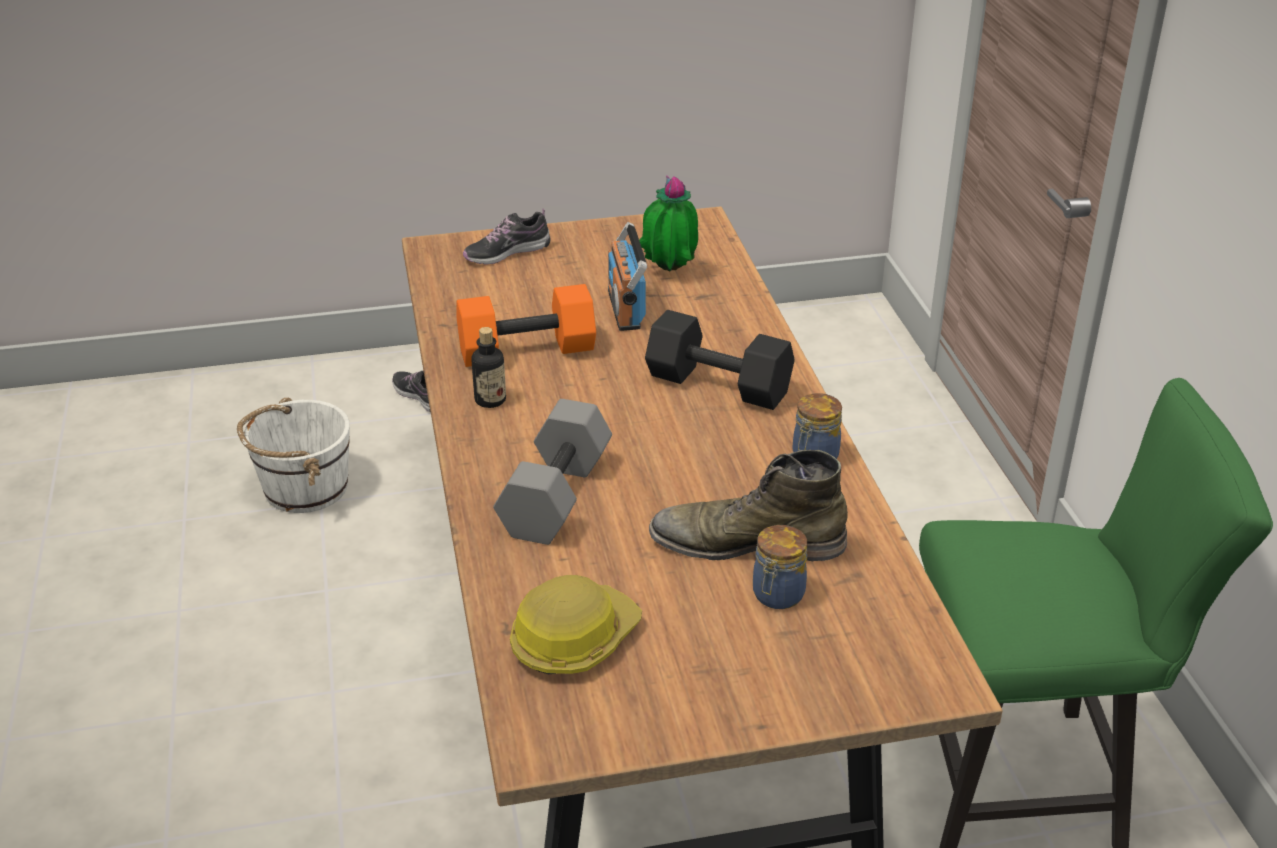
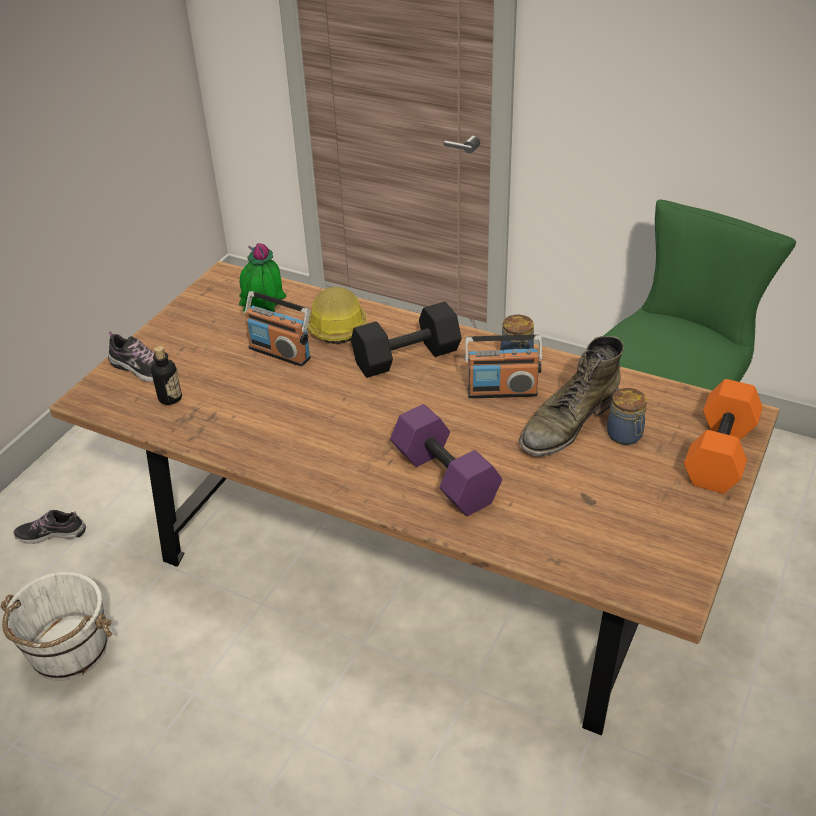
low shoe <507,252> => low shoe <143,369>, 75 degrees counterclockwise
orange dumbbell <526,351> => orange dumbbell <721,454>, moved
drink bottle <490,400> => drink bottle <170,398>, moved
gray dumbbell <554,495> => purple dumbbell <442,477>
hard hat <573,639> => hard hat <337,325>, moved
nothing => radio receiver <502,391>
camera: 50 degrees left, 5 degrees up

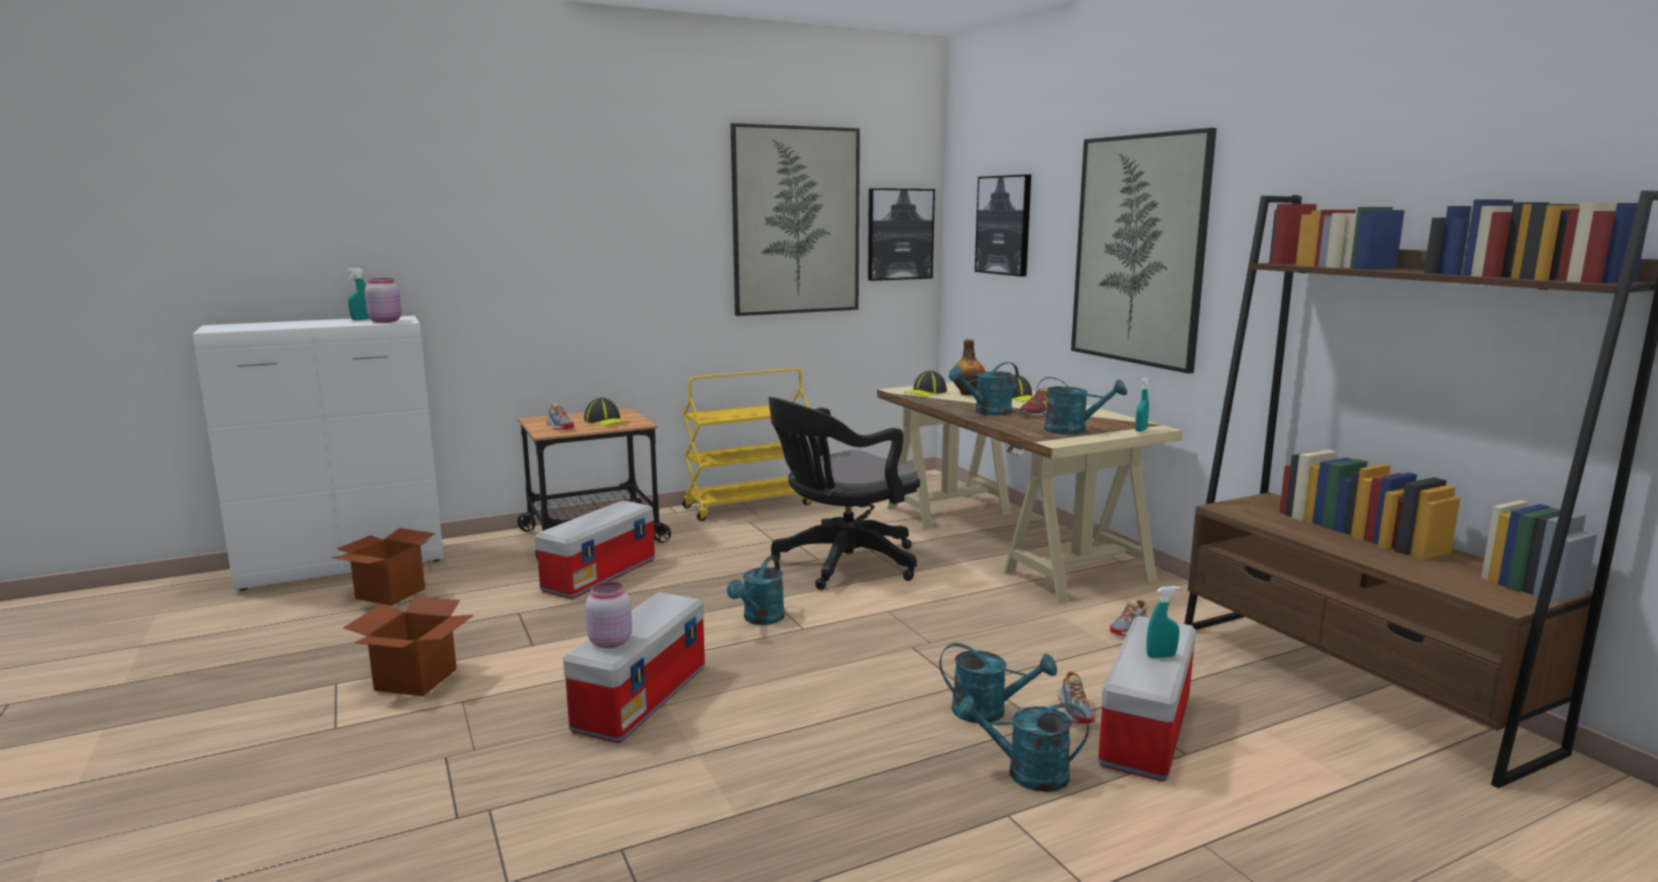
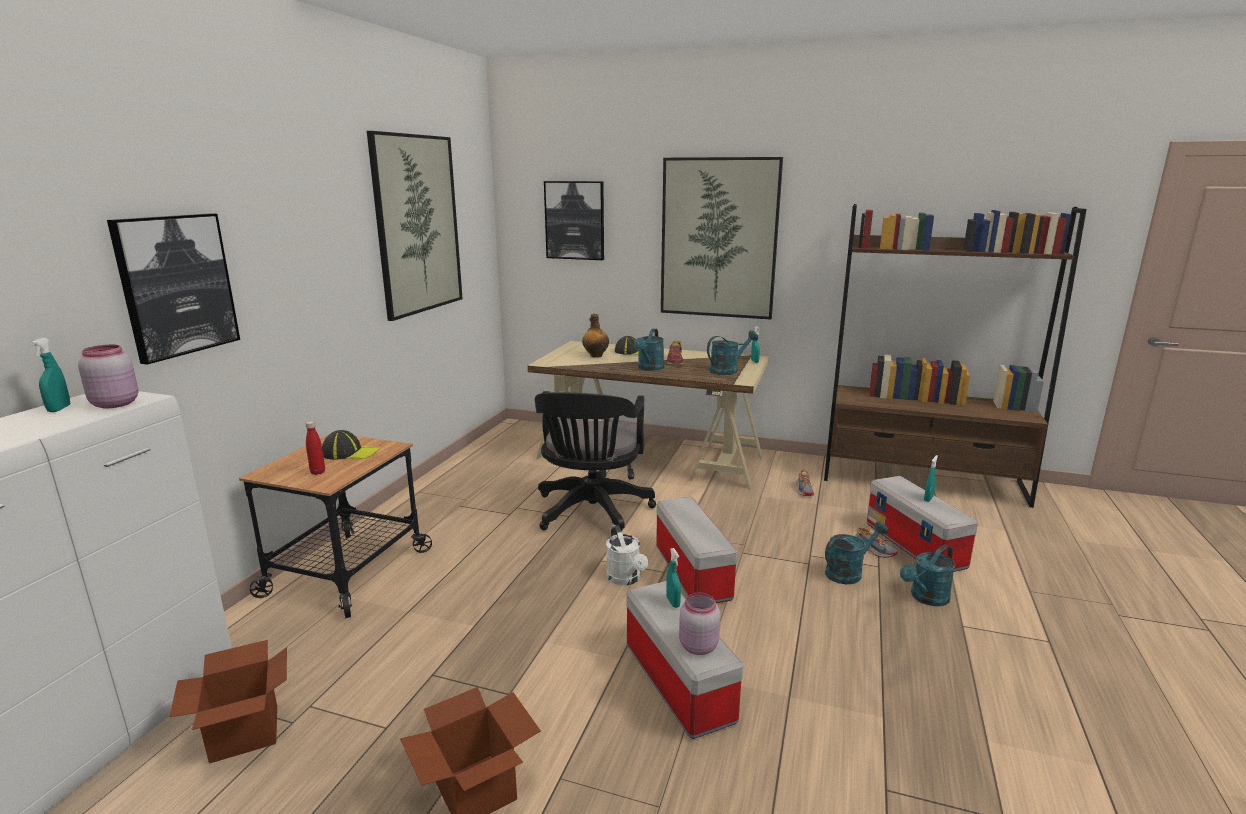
wall art <899,234> => wall art <176,285>, moved
yellow-coloured cart <748,505> => nothing
peaked cap <925,392> => nothing
low shoe <560,426> => reddish drink bottle <318,472>
storage box <600,574> => storage box <691,572>, moved
turquoise-coloured watering pot <760,619> => white-coloured watering pot <626,579>
nothing => turquoise-coloured sprayer <673,602>
camera: 45 degrees left, 5 degrees up

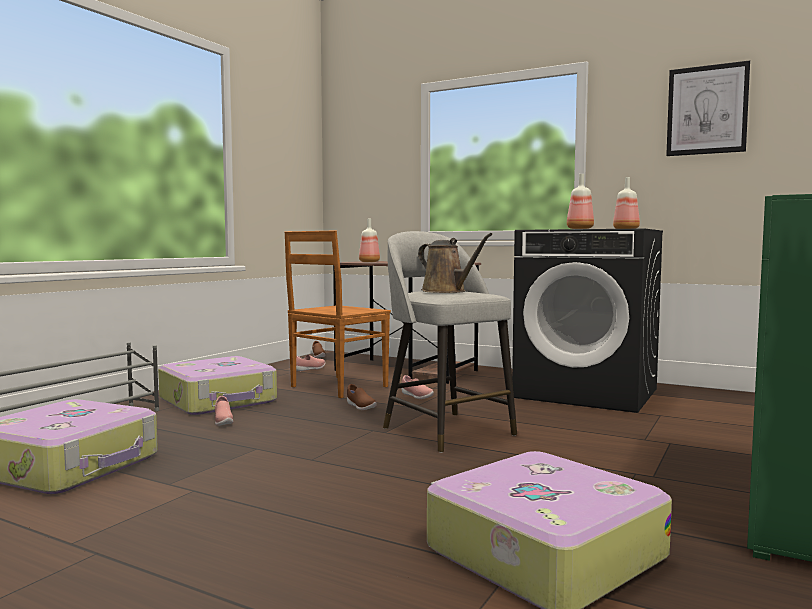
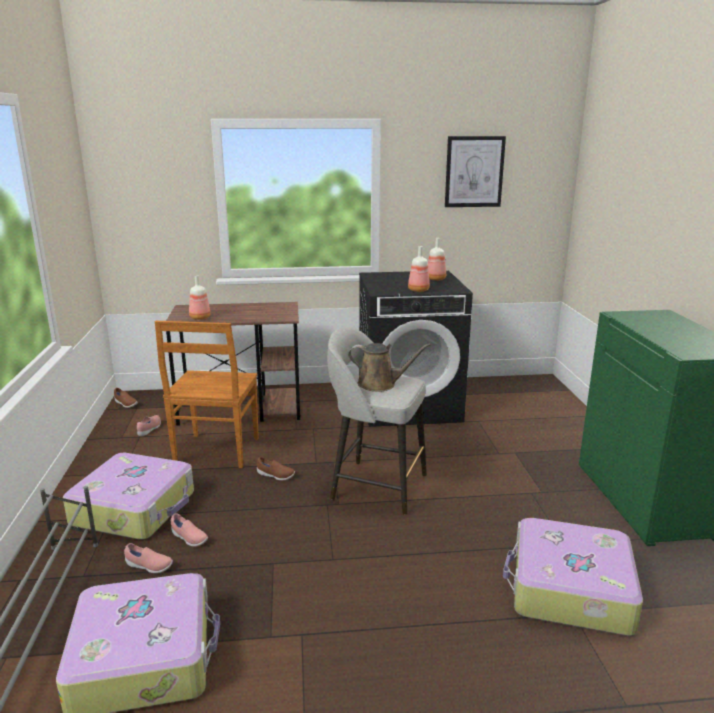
pink low shoe <416,396> => pink low shoe <149,566>, moved
camera: 35 degrees left, 15 degrees up

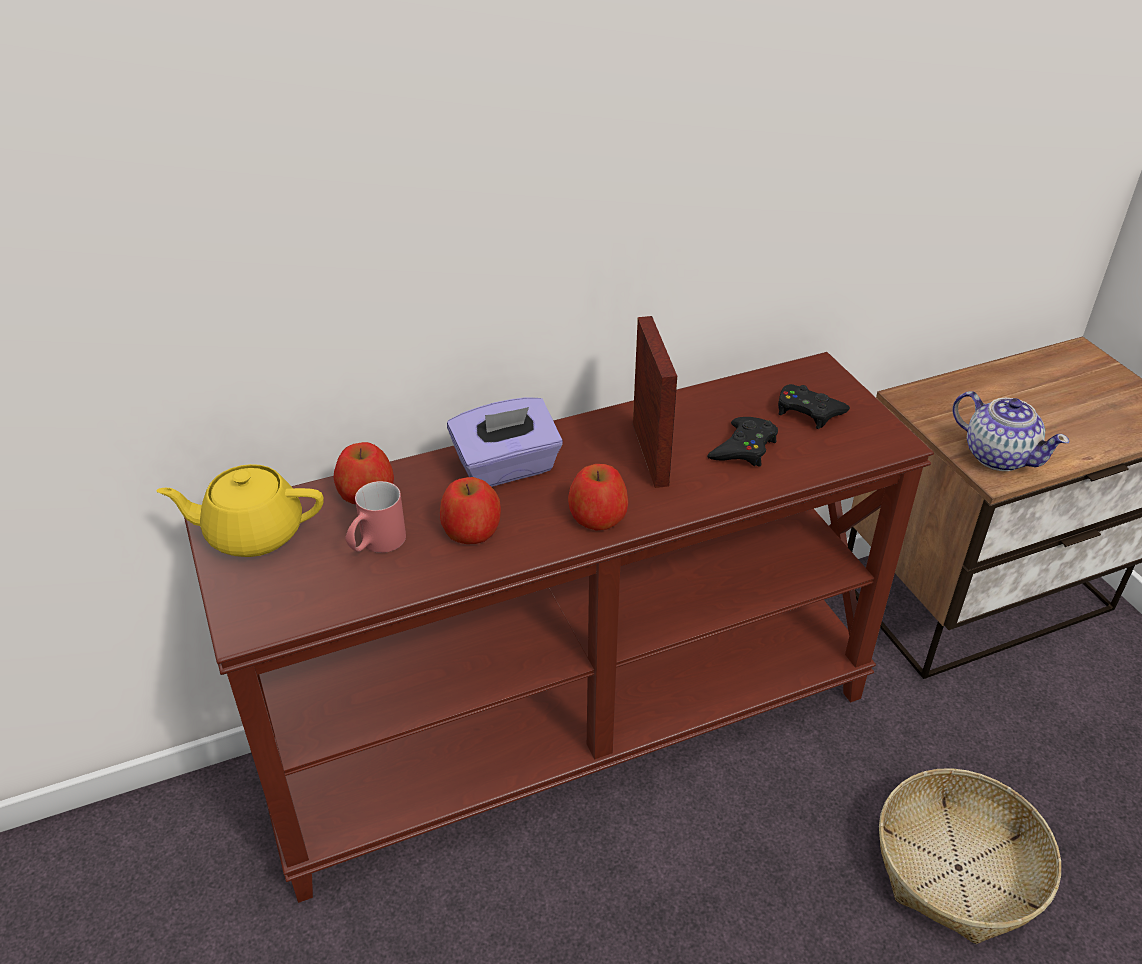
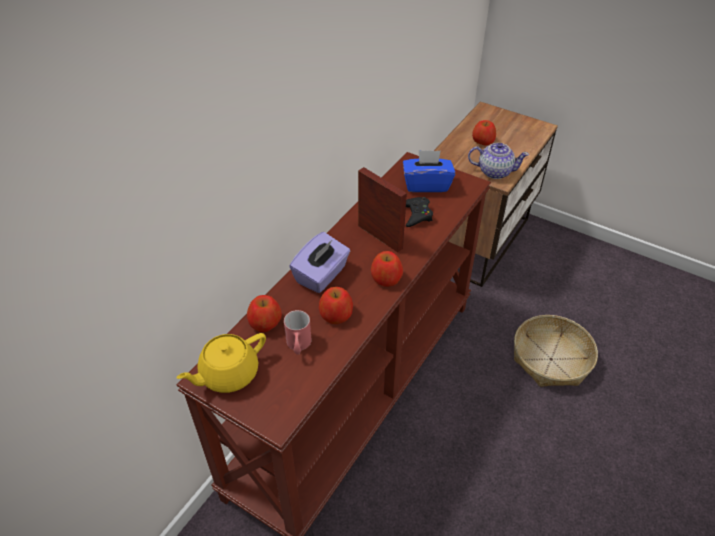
blackish gamepad <808,411> => blue-coloured box of tissues <426,184>
nothing => apple fruit <483,141>
camera: 35 degrees left, 5 degrees up

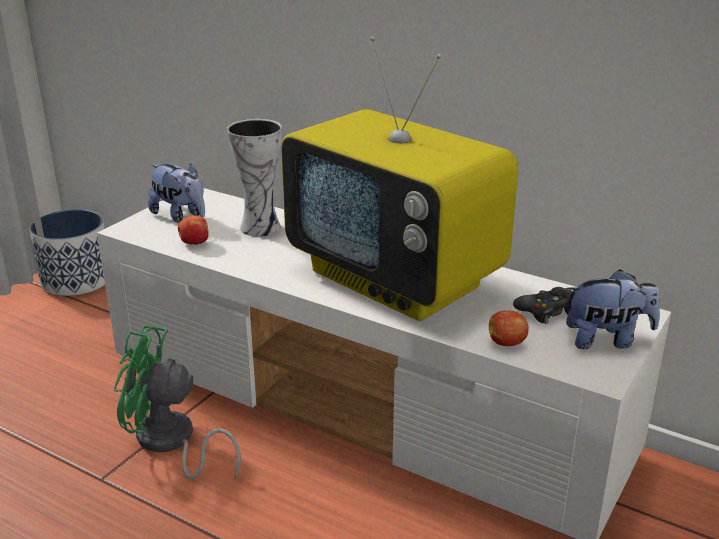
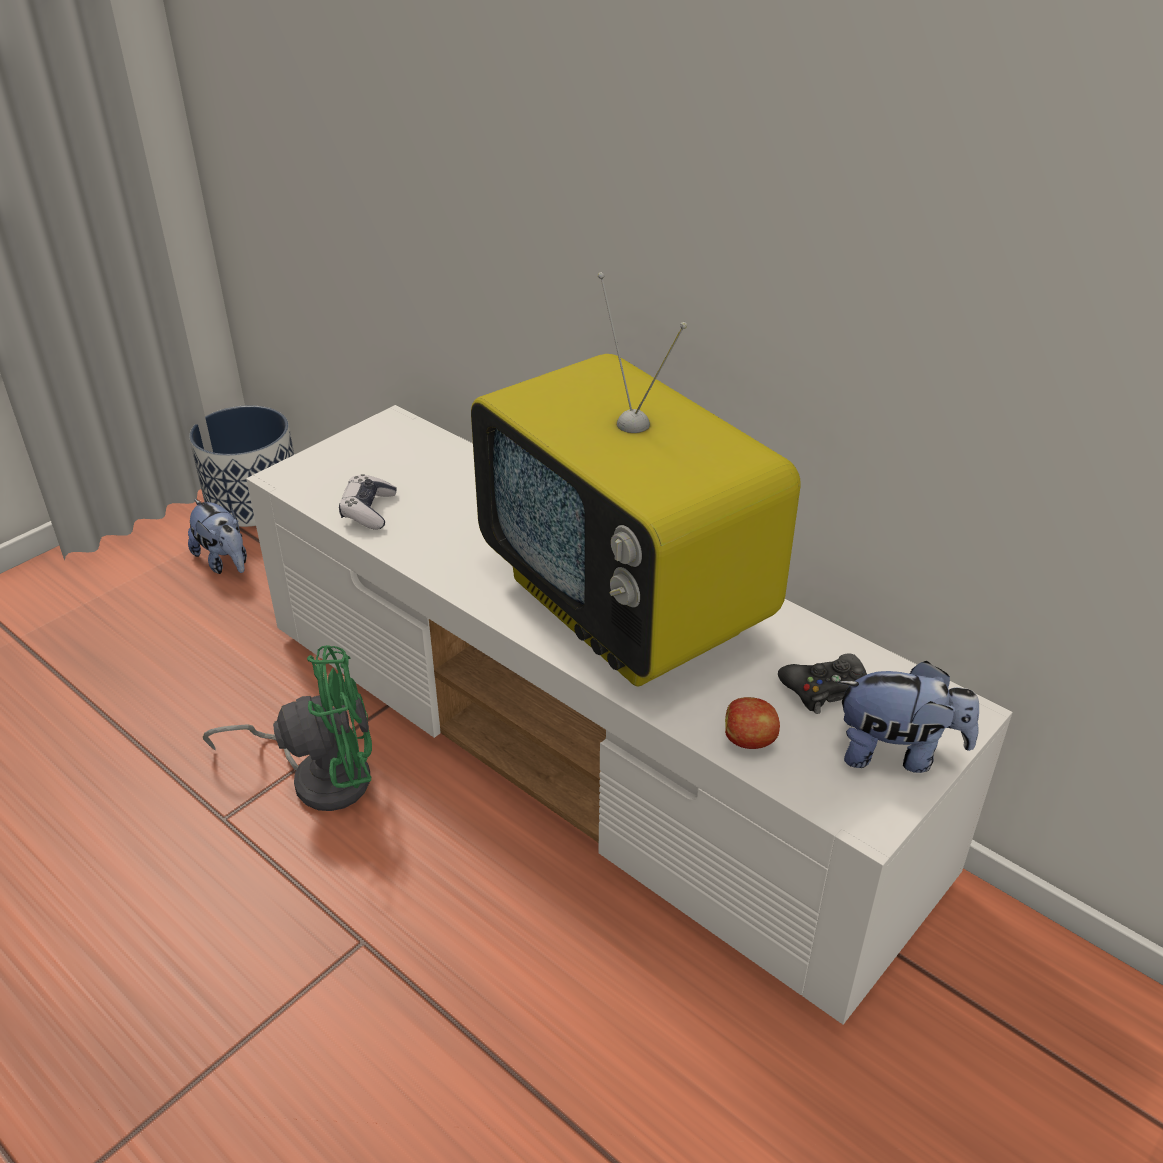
decorative vase <261,226> => nothing
soft toy <180,216> => soft toy <224,562>, moved
apple fruit <194,243> => gamepad <368,511>
green fan <170,443> => green fan <320,776>, 150 degrees clockwise
camera: 10 degrees right, 10 degrees up

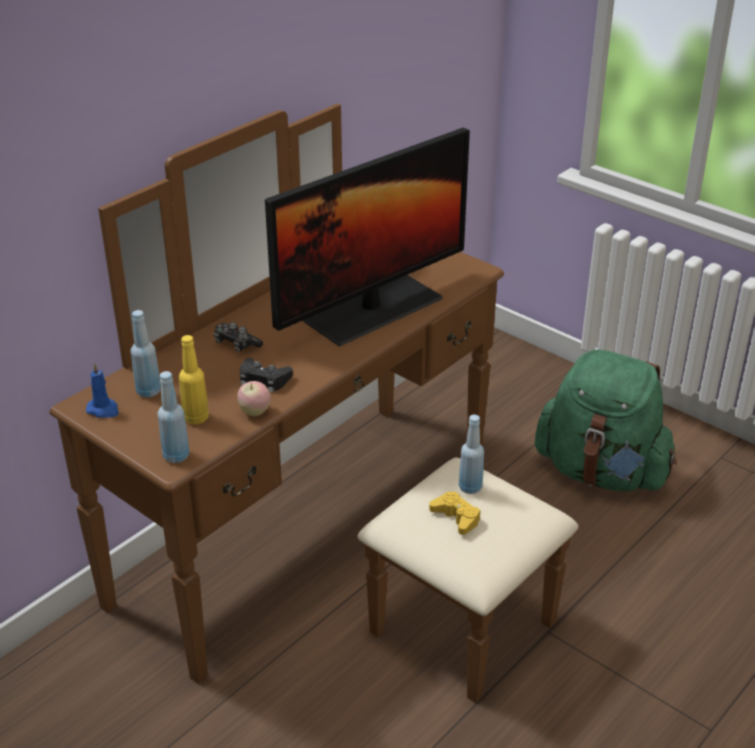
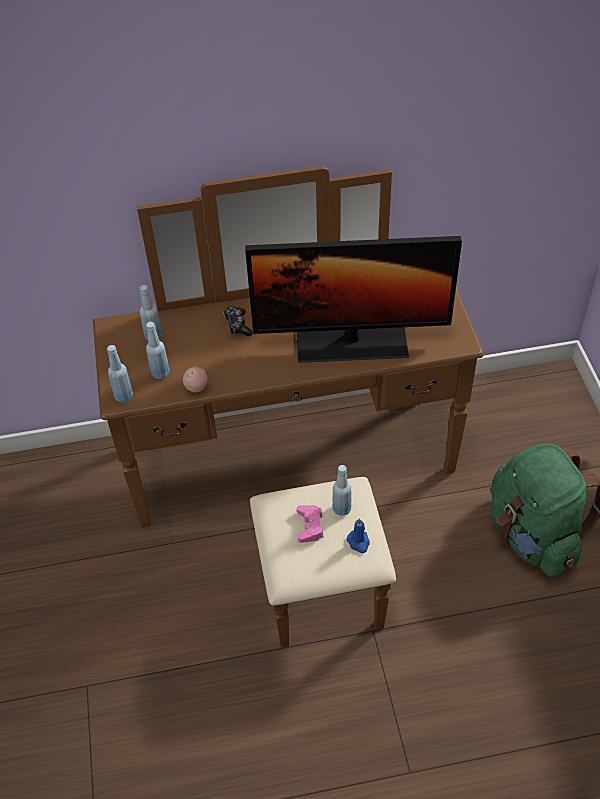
yellow-coloured drink bottle <196,418> => blue-coloured drink bottle <160,373>
blackish gamepad <264,380> => nothing
blue-coloured wax candle <103,410> => blue-coloured wax candle <359,542>, moved
yellow-coloured gamepad <456,517> => pink gamepad <310,526>
camera: 40 degrees right, 15 degrees up

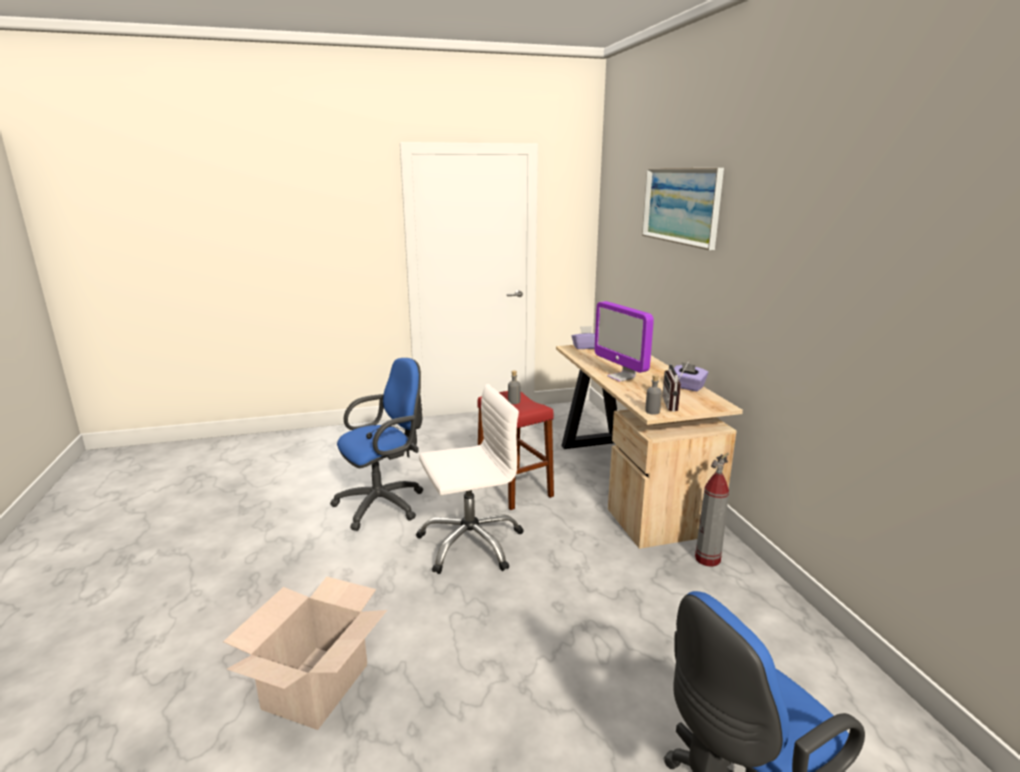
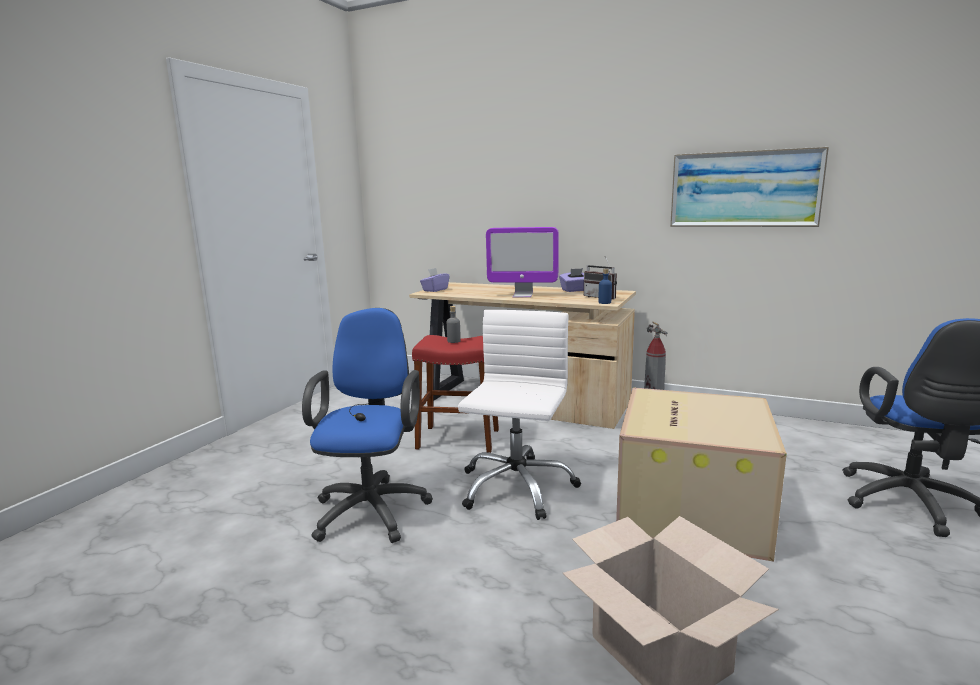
wall art <680,205> => wall art <744,189>, moved
gray drink bottle <652,411> => blue-coloured drink bottle <604,302>
nothing => carton <688,508>
camera: 50 degrees left, 5 degrees down

